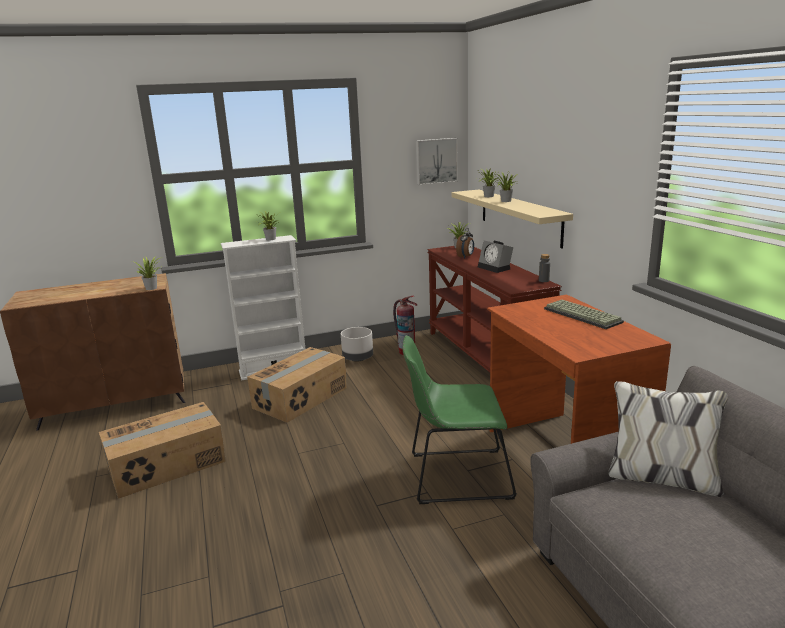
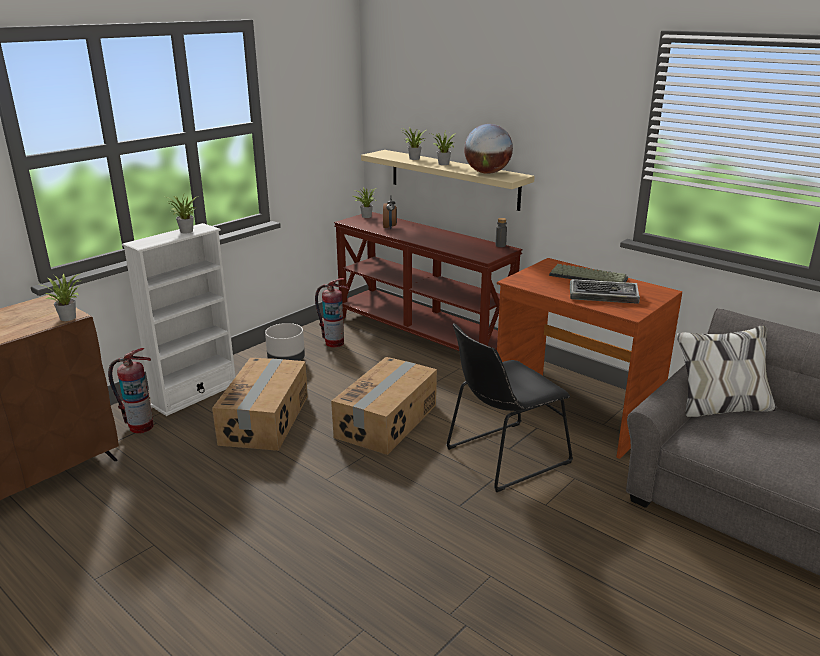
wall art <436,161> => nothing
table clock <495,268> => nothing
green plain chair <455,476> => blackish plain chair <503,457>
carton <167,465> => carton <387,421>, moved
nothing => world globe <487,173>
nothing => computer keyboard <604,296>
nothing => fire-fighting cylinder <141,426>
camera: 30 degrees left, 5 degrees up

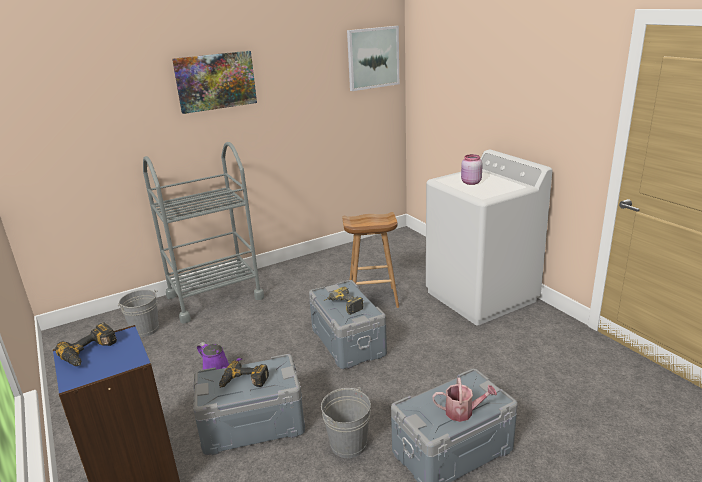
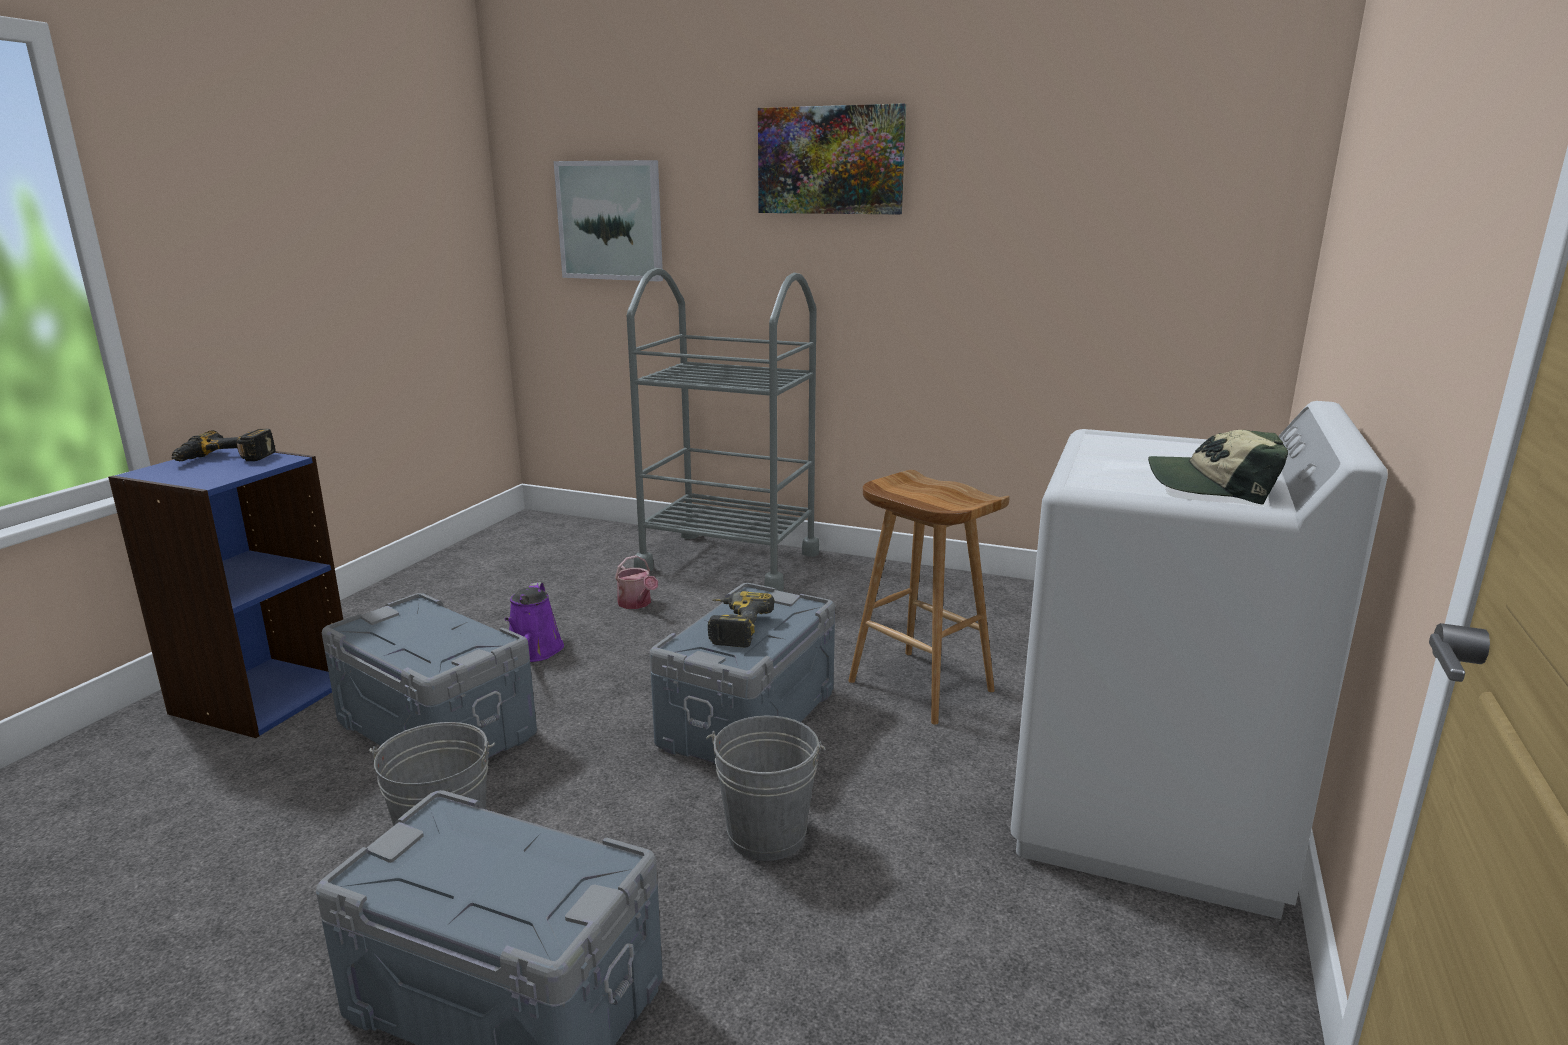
wall art <373,58> => wall art <610,221>, moved
pink storage jar <470,182> => nothing
gray water bucket <145,329> => gray water bucket <766,835>, moved
electric drill <243,382> => nothing
watering pot <463,412> => watering pot <636,604>, moved
nothing => peaked cap <1213,485>
camera: 50 degrees right, 5 degrees down

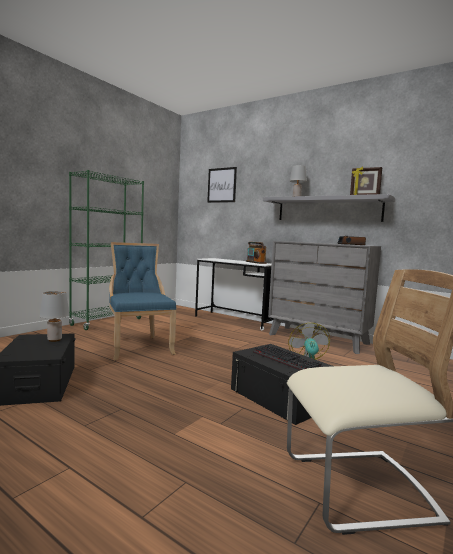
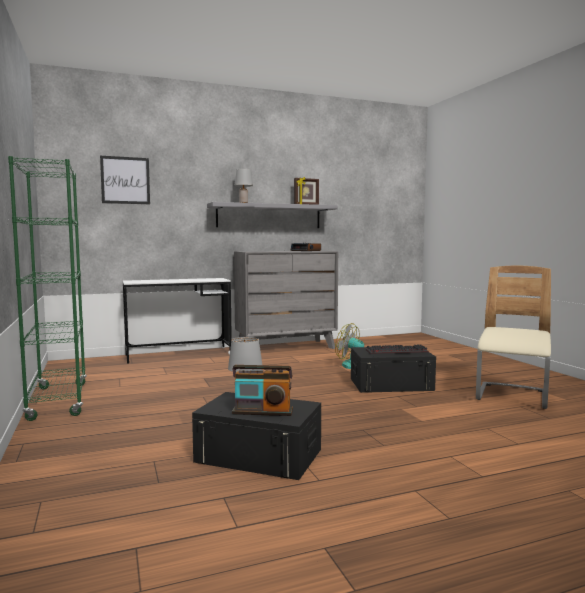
blue-coloured plain chair <139,346> => nothing
radio receiver <255,262> => radio receiver <262,412>, moved
camera: 55 degrees left, 0 degrees up

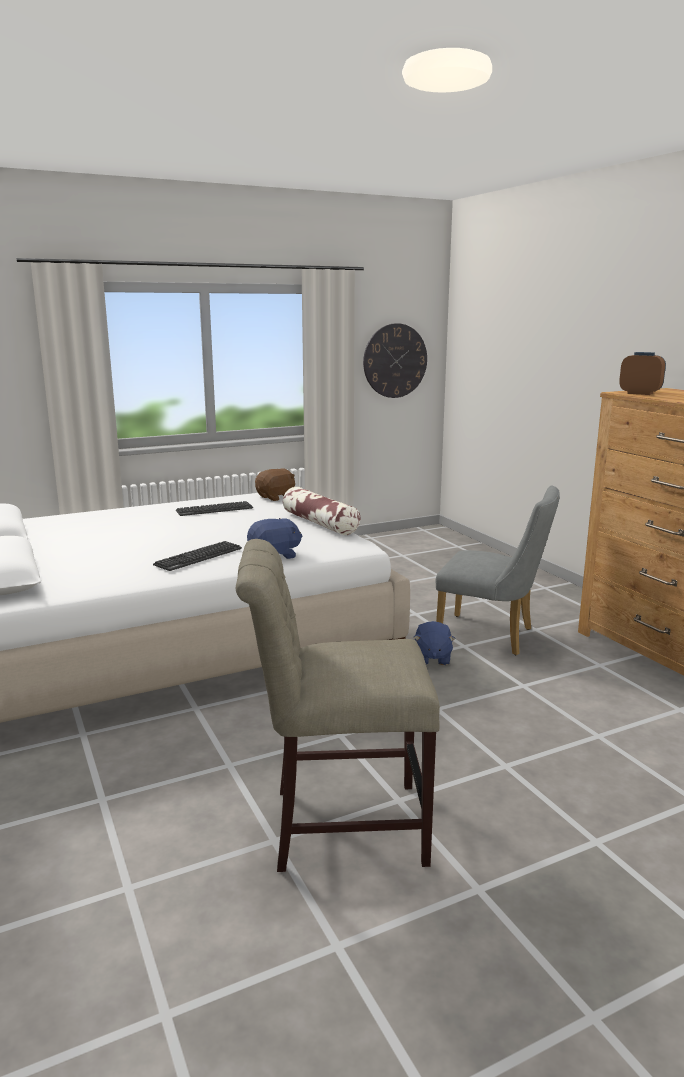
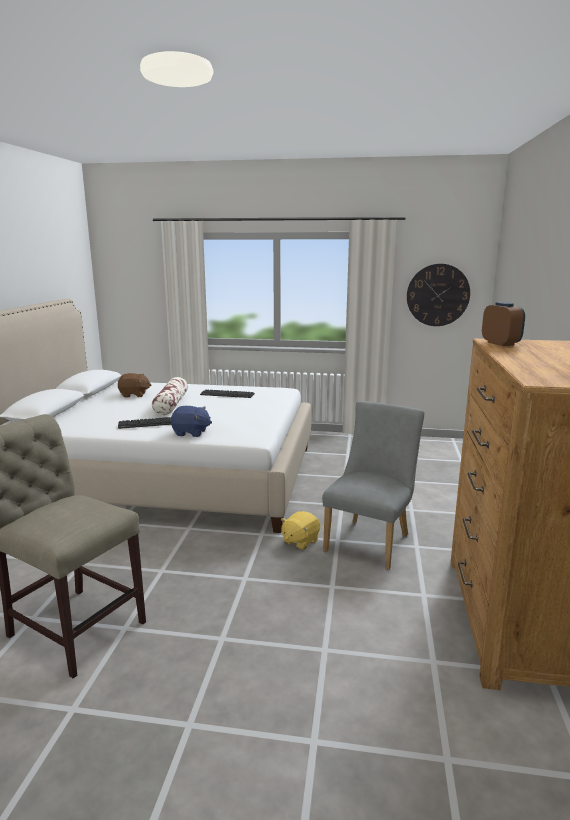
brown soft toy <276,497> => brown soft toy <134,395>, moved
gray plain chair <492,636> => gray plain chair <371,540>, 120 degrees counterclockwise
pillow <319,523> => pillow <171,404>, moved
blue-coloured soft toy <432,658> => yellow-coloured soft toy <300,541>
camera: 35 degrees right, 0 degrees up

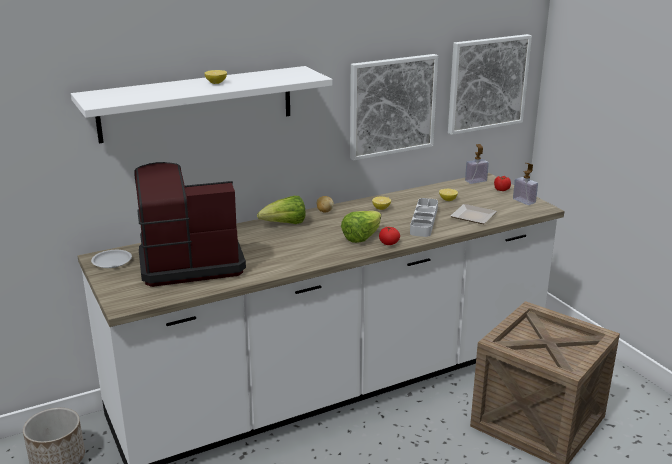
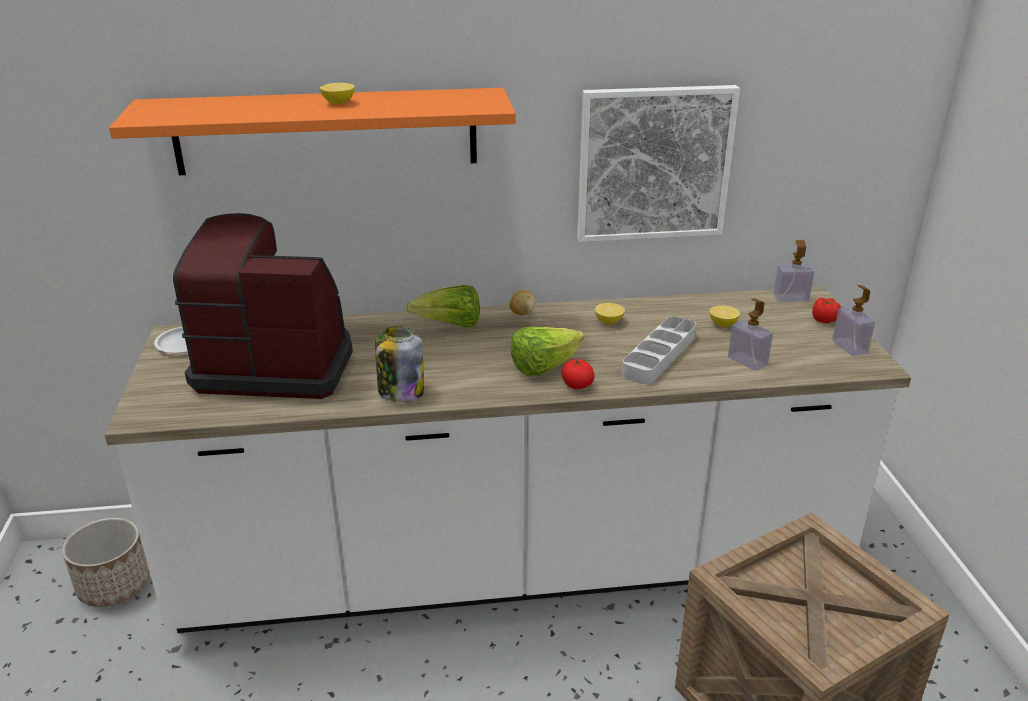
wall art <487,83> => nothing
white-coloured shelf <197,103> => orange shelf <326,131>
flat dish <475,216> => soap bottle <747,361>
nothing => storage jar <400,391>
camera: 20 degrees right, 5 degrees up

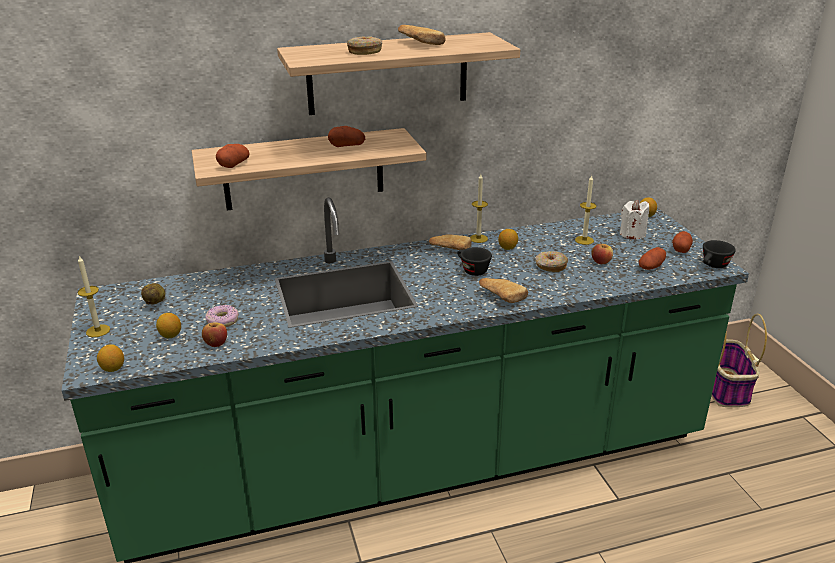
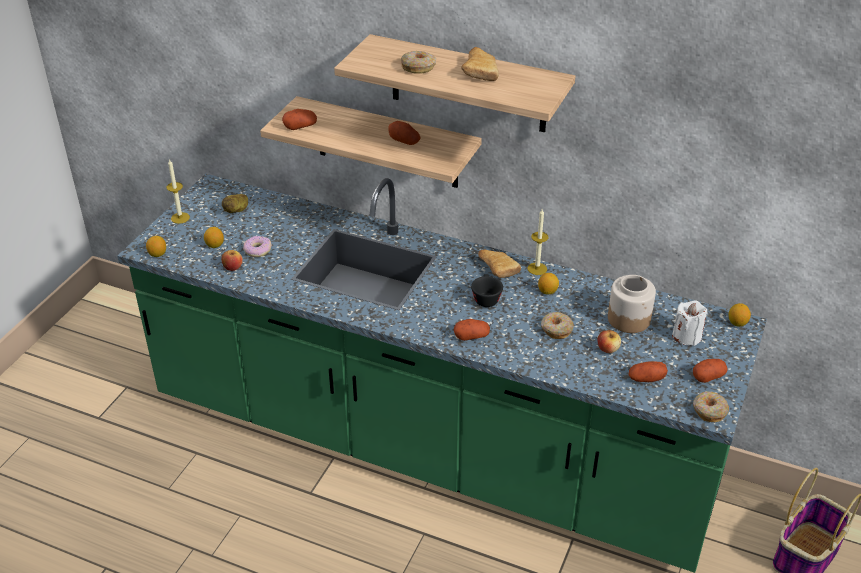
wax candle <584,240> => storage jar <629,319>
blackish cup <713,266> => ring doughnut <709,411>
bakery bread <501,297> => potato <471,336>
camera: 40 degrees right, 10 degrees up

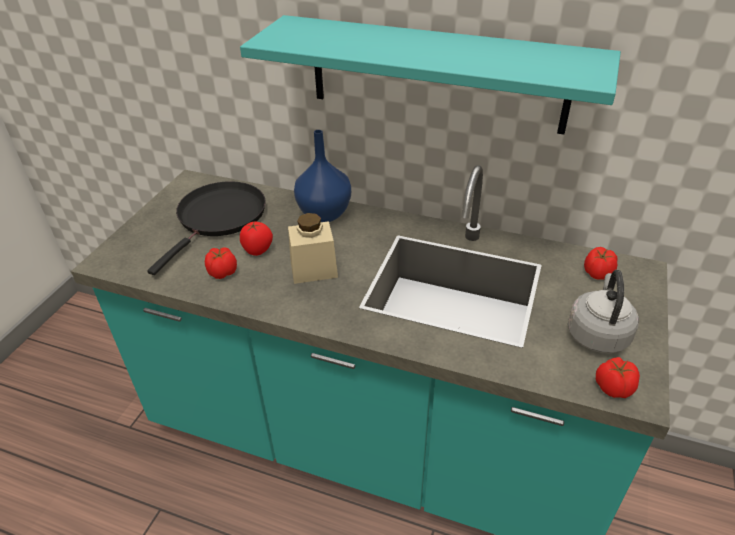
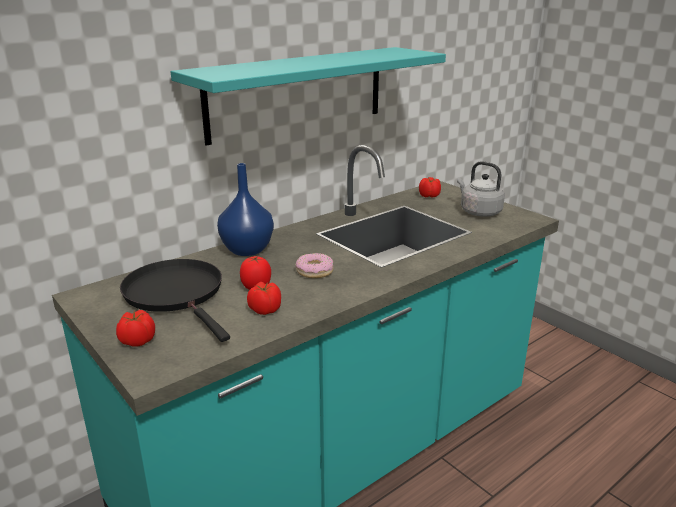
sand-coloured storage jar <314,269> => ring doughnut <315,271>
tomato <613,387> => tomato <137,341>, moved
camera: 60 degrees left, 15 degrees down

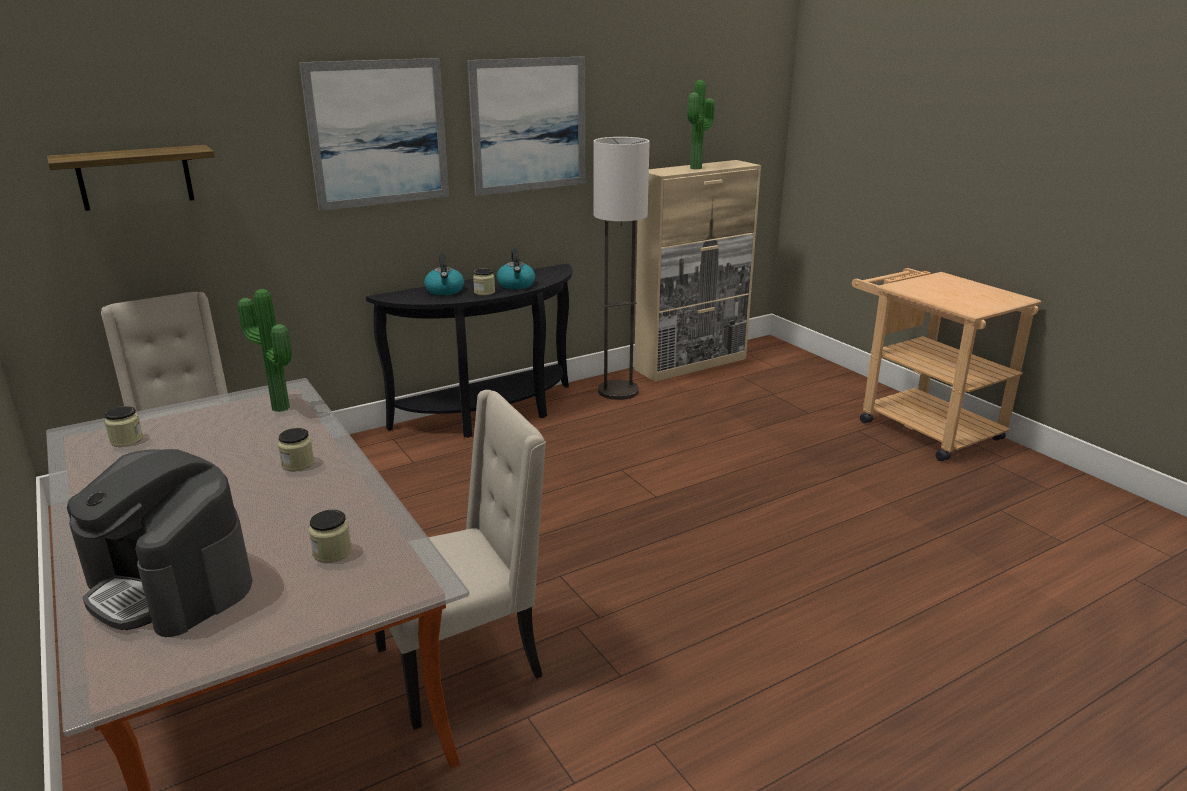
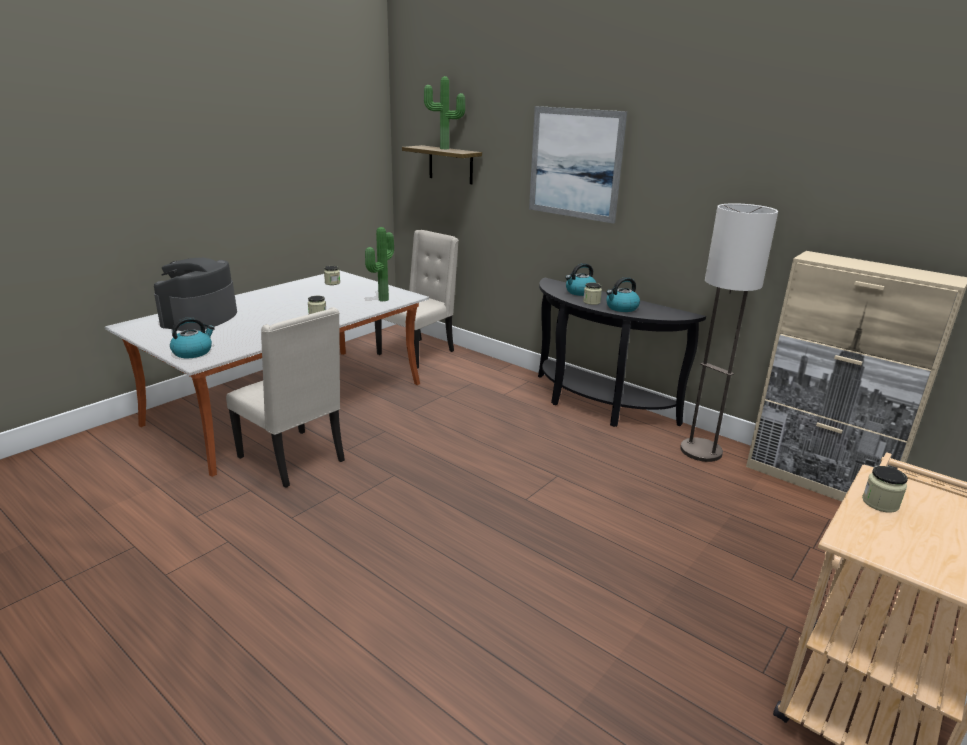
wall art <529,125> => nothing
houseplant <698,168> => houseplant <444,149>, moved
storage jar <332,552> => storage jar <880,503>, moved
nothing => tea kettle <193,352>
camera: 70 degrees right, 0 degrees up

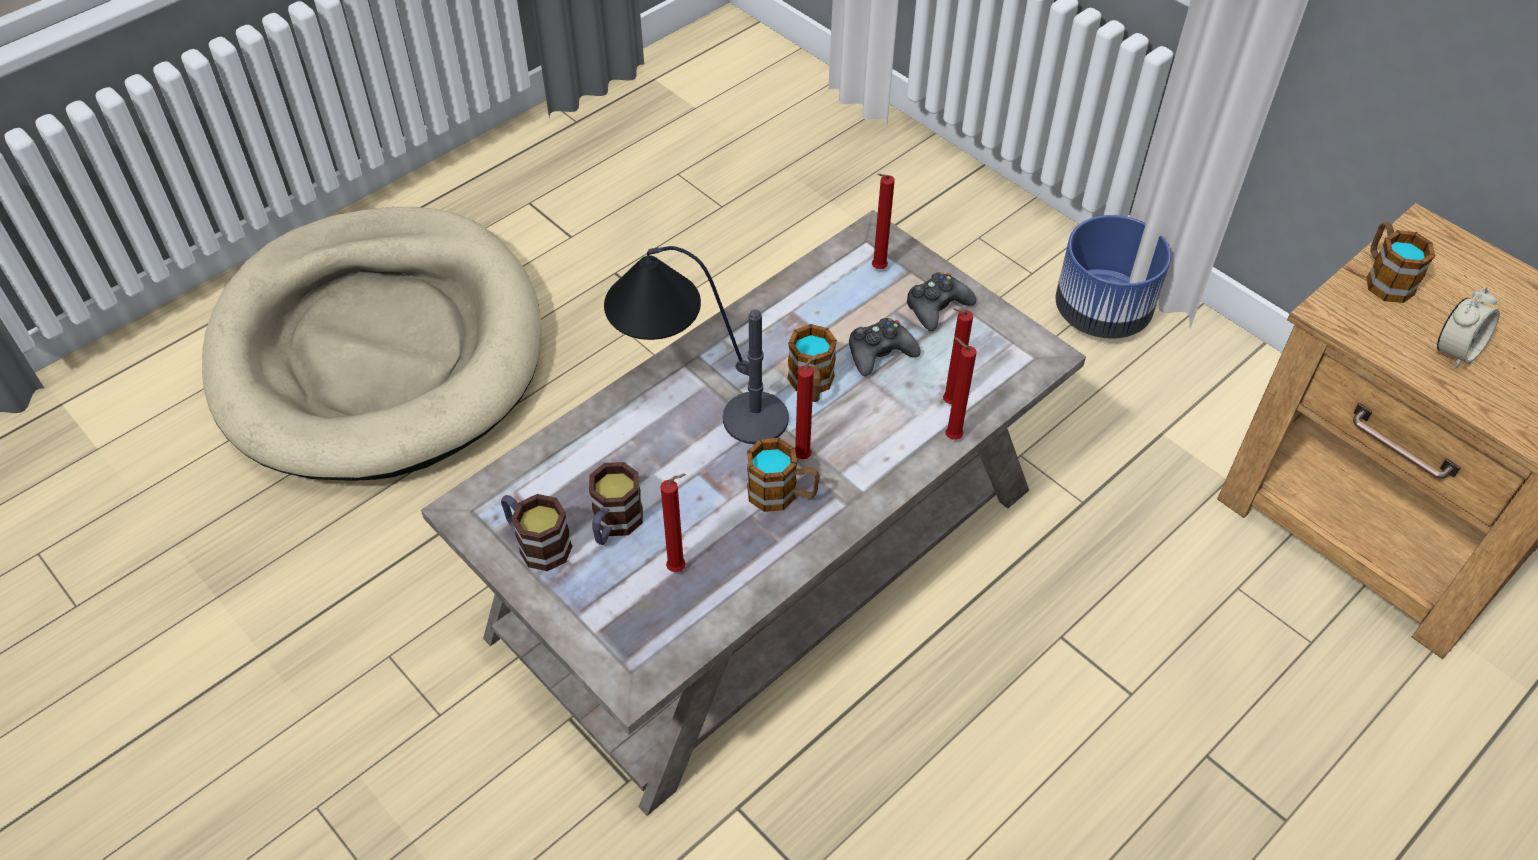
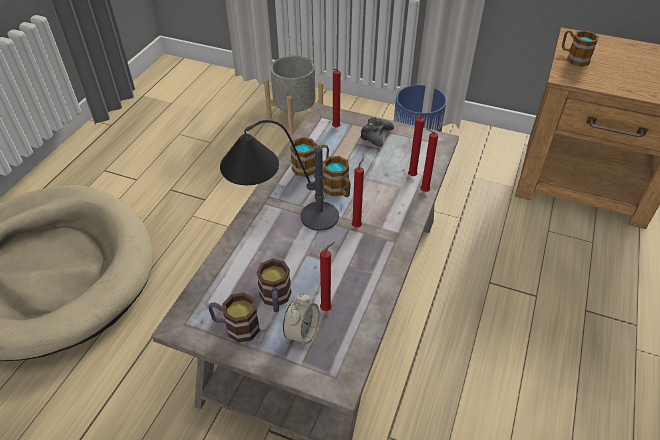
table clock <1455,351> => table clock <302,333>, moved
blackish gamepad <880,353> => nothing
mug <782,494> => mug <310,167>, moved
nothing => gray flower pot <295,119>
camera: 25 degrees left, 5 degrees down

